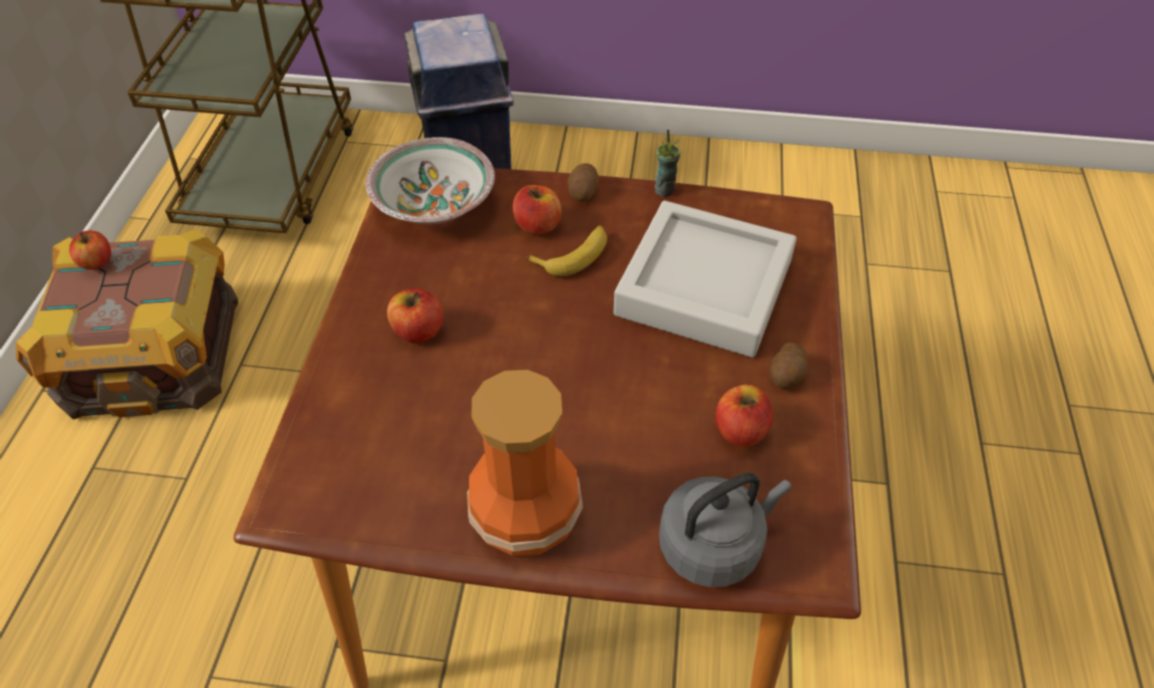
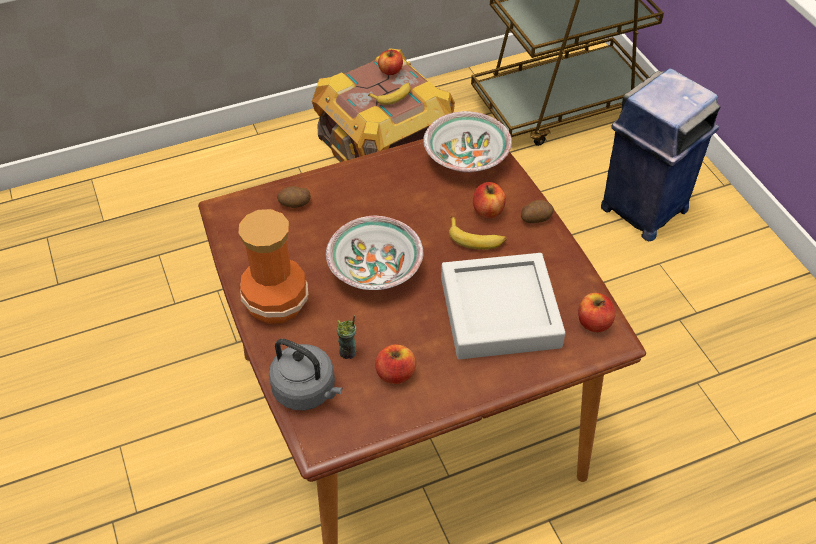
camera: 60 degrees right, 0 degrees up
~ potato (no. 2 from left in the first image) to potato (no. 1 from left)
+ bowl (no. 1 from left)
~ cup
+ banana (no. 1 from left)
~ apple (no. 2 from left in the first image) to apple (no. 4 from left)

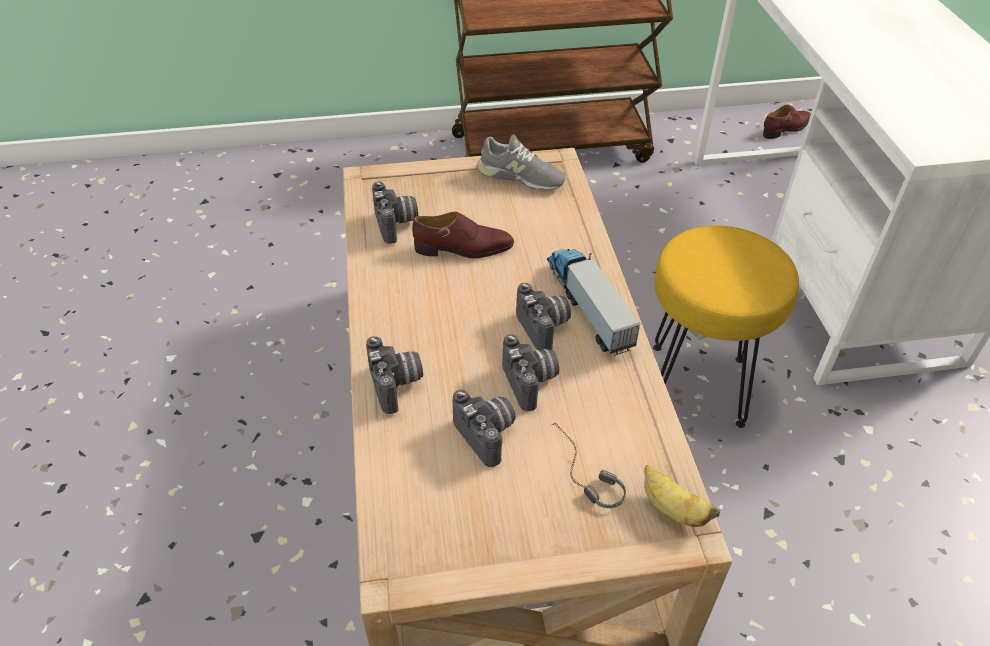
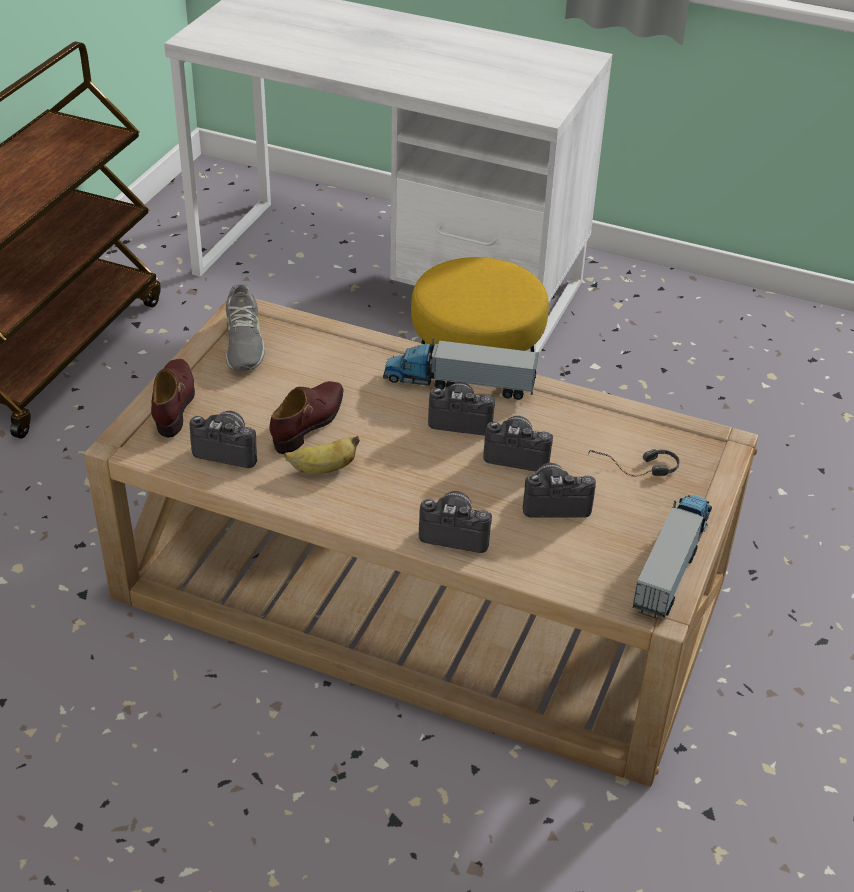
camera: 60 degrees left, 5 degrees down
~ brown shoe (no. 2 from left in the first image) to brown shoe (no. 1 from left)
~ grey shoe 120 degrees clockwise
~ banana
+ toy truck (no. 2 from left)

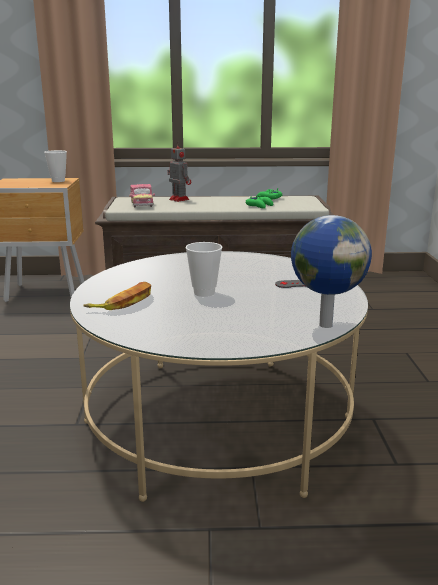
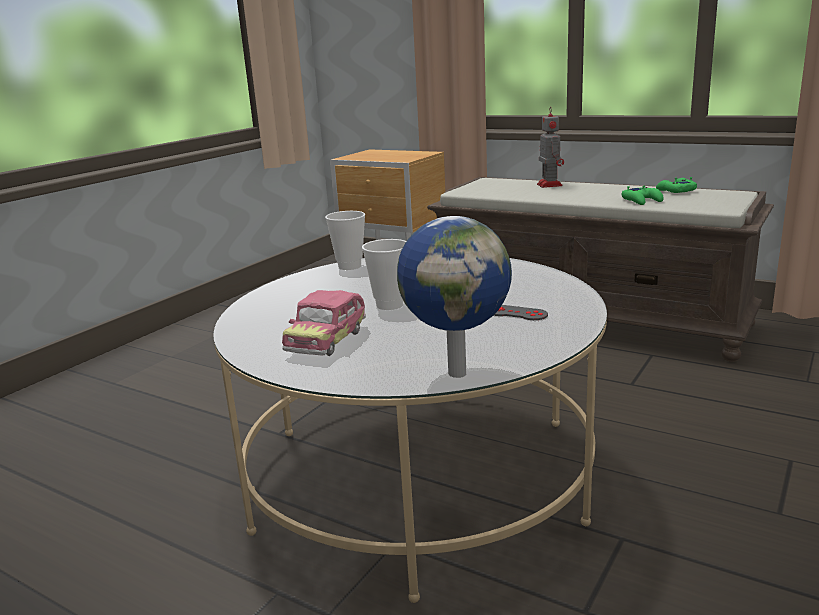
camera: 35 degrees right, 0 degrees up
~ toy car
~ cup (no. 1 from left)
- banana

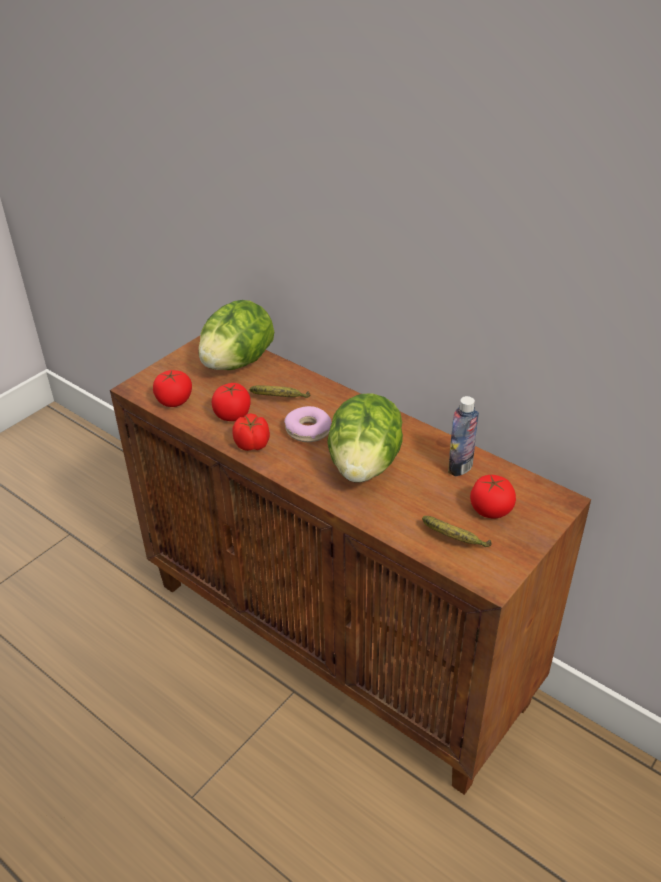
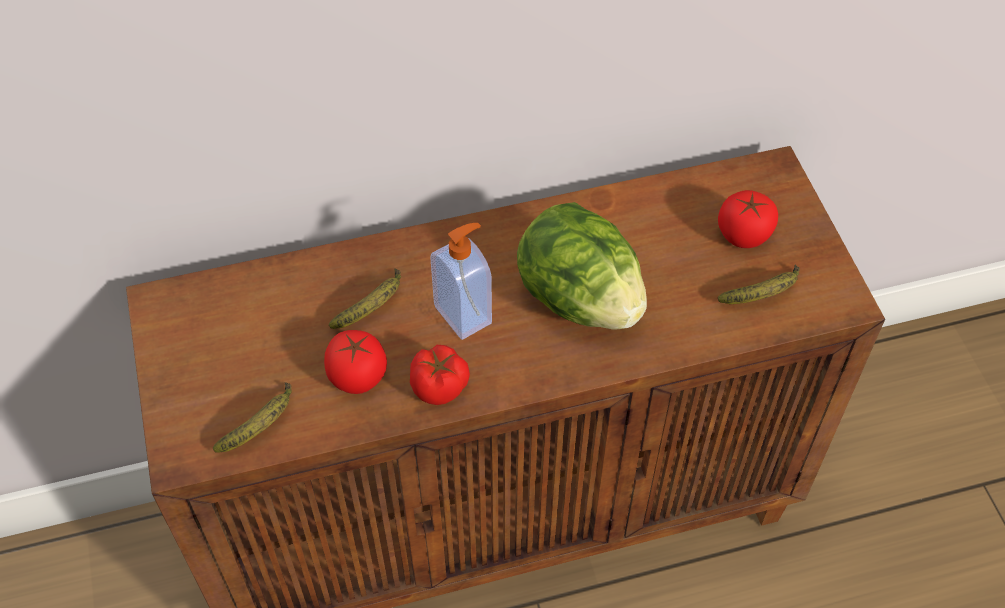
camera: 55 degrees left, 15 degrees up
~ tomato (no. 1 from left) to banana (no. 1 from left)
~ donut to soap dispenser
- lettuce (no. 1 from left)
- bottle

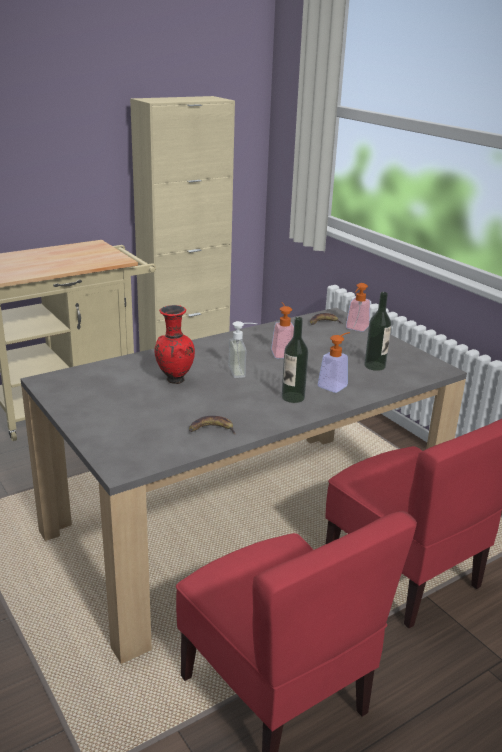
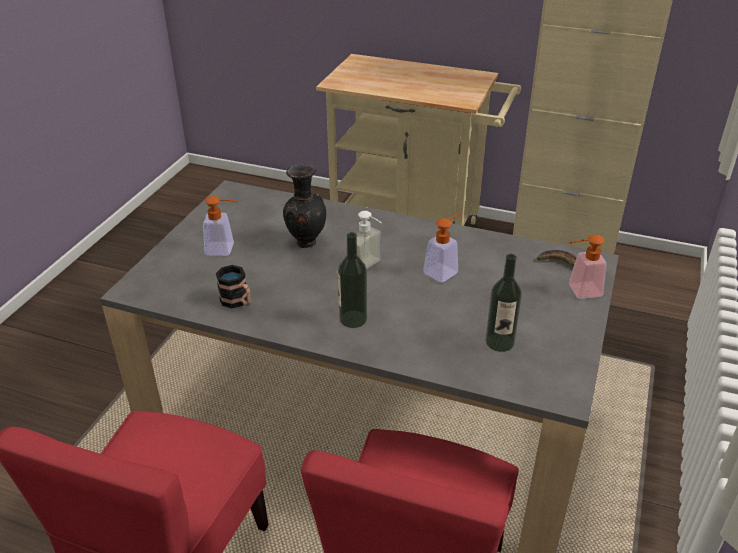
camera: 55 degrees right, 10 degrees up
~ soap dispenser (no. 3 from left in the first image) to soap dispenser (no. 1 from left)
~ banana (no. 1 from left) to mug
~ red vase to black vase

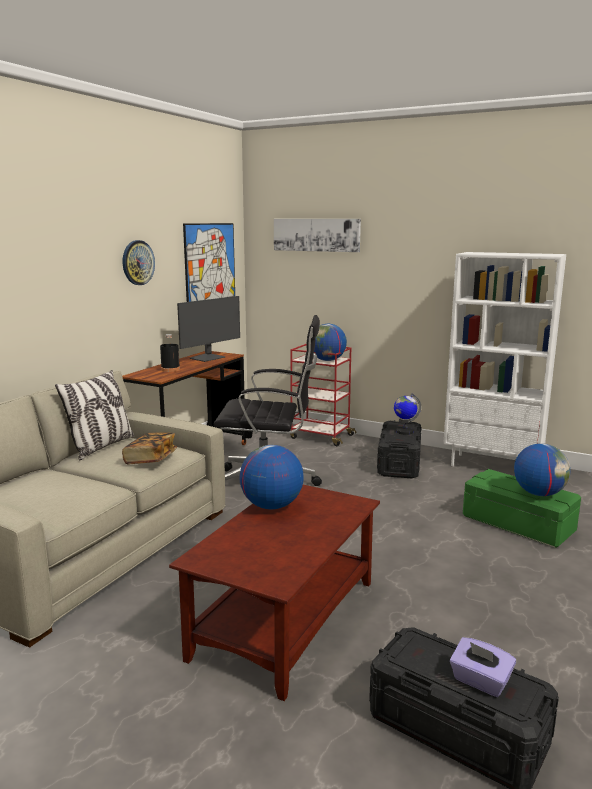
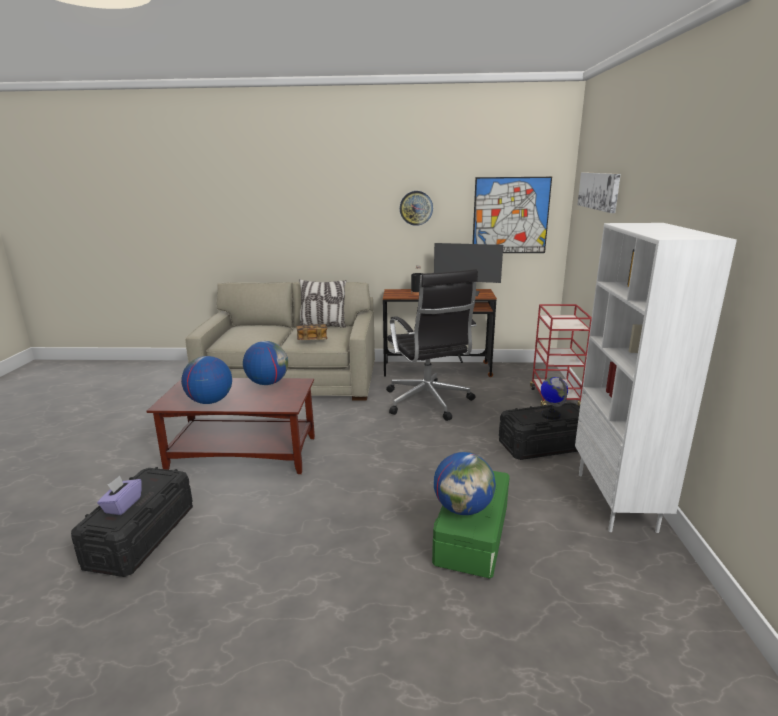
camera: 65 degrees right, 5 degrees up
~ globe (no. 2 from left in the first image) to globe (no. 1 from left)

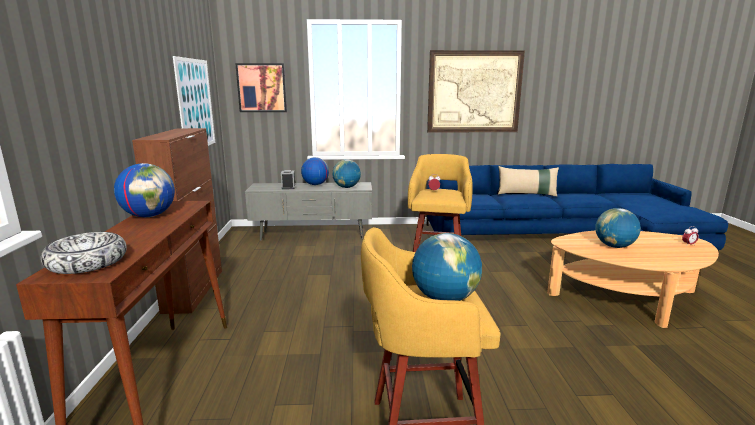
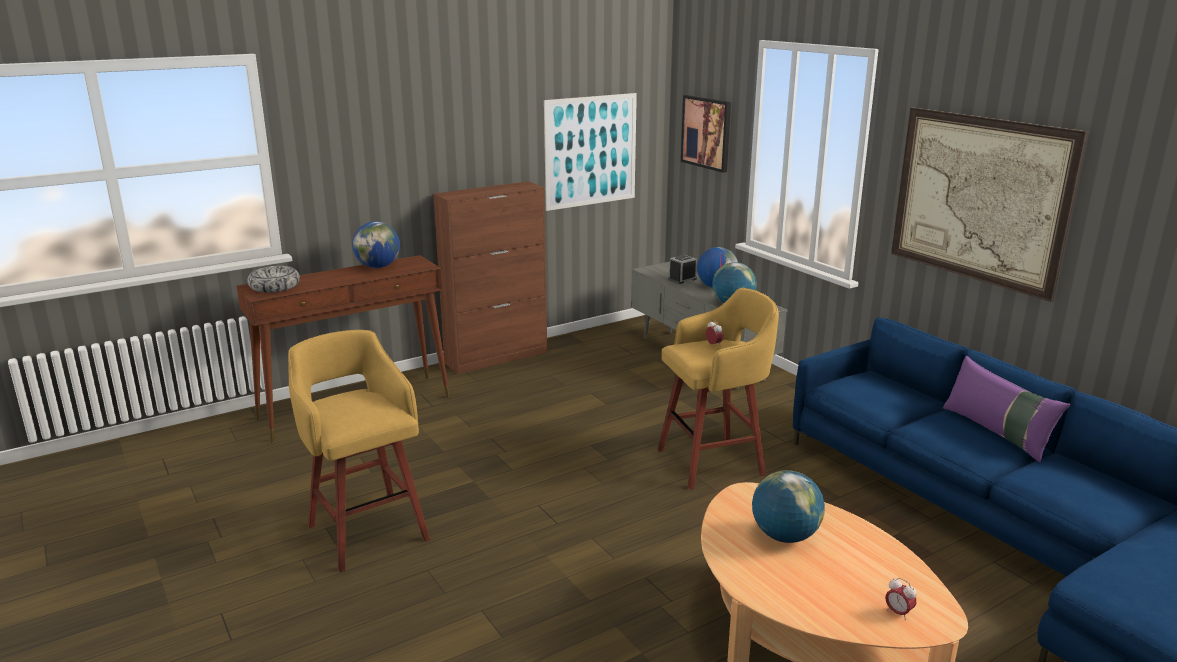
camera: 60 degrees right, 5 degrees up
~ beige pillow to purple pillow
- globe (no. 4 from left)

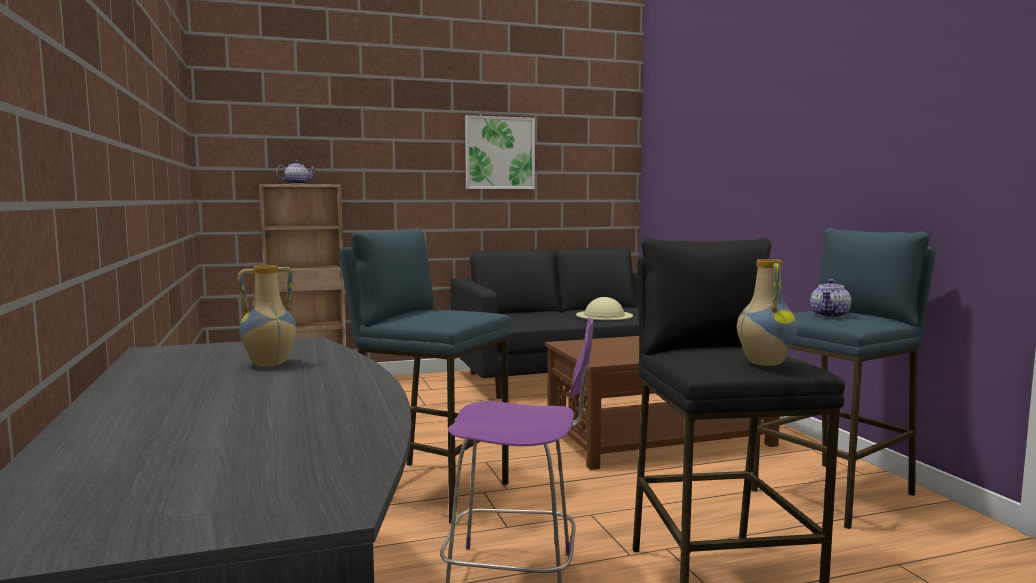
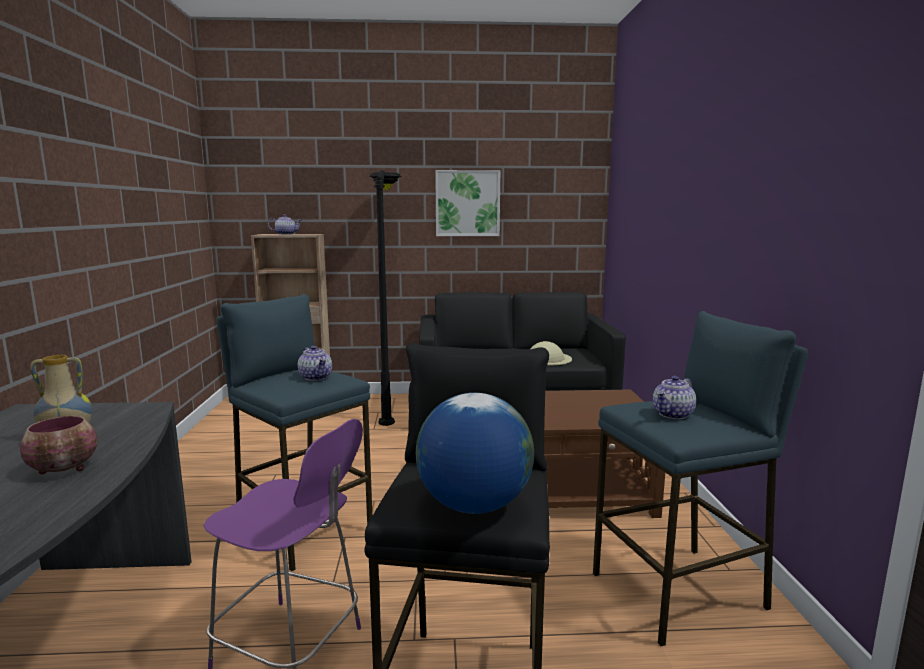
camera: 15 degrees right, 5 degrees up
+ bowl
+ teapot (no. 2 from left)
+ black floor lamp
~ vase (no. 2 from left) to globe

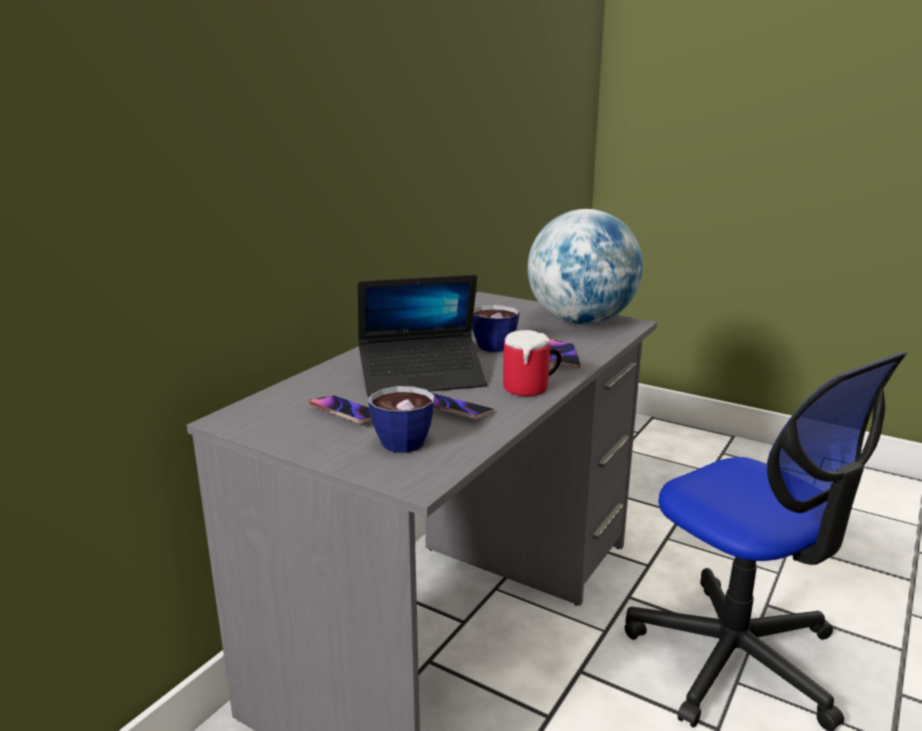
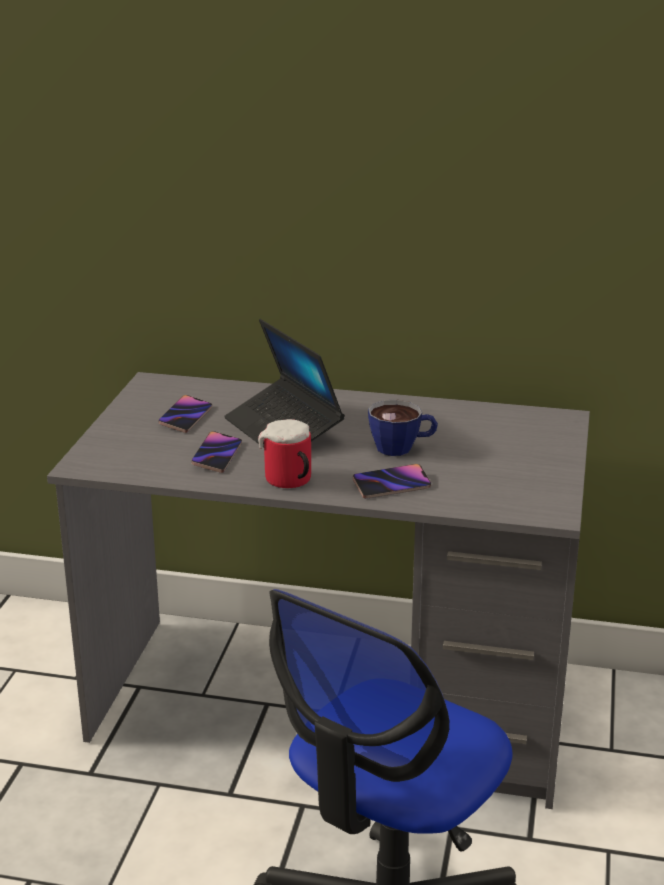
camera: 70 degrees right, 5 degrees up
- cup (no. 1 from left)
- globe

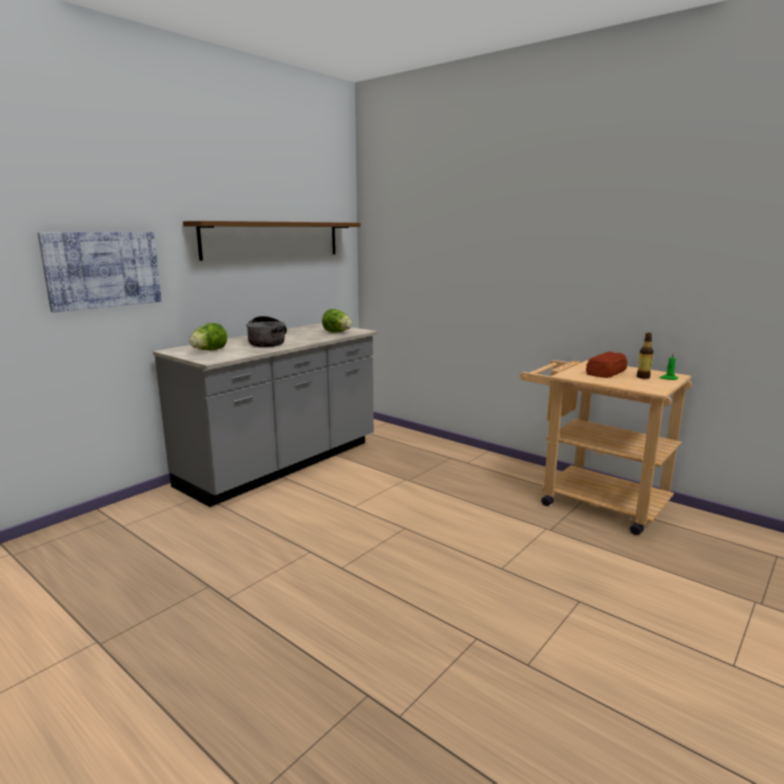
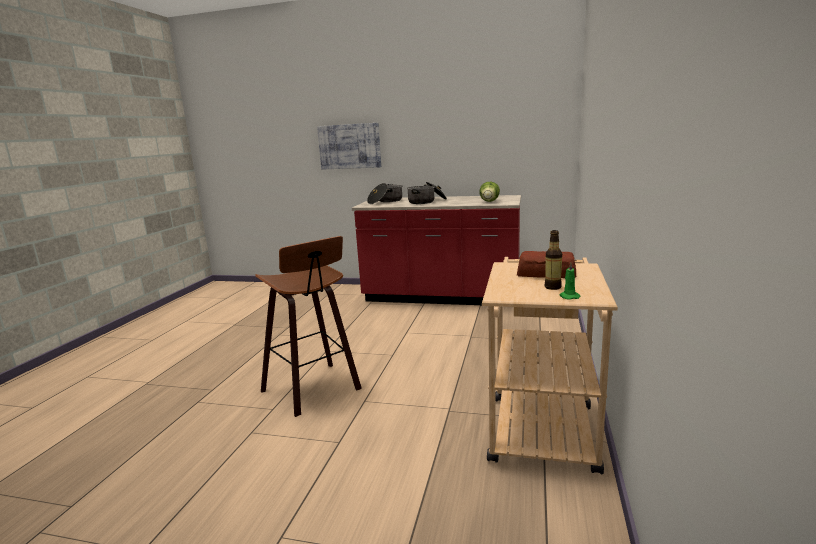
camera: 65 degrees right, 0 degrees up
+ stool
~ grey counter to red counter
~ lettuce (no. 1 from left) to cooking pot (no. 1 from left)
- brown shelf

